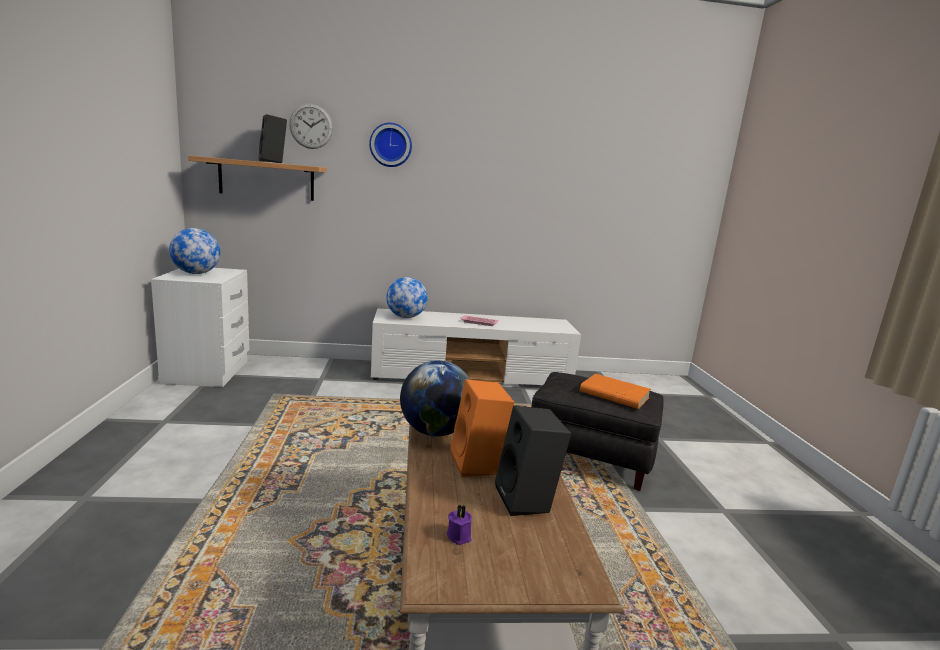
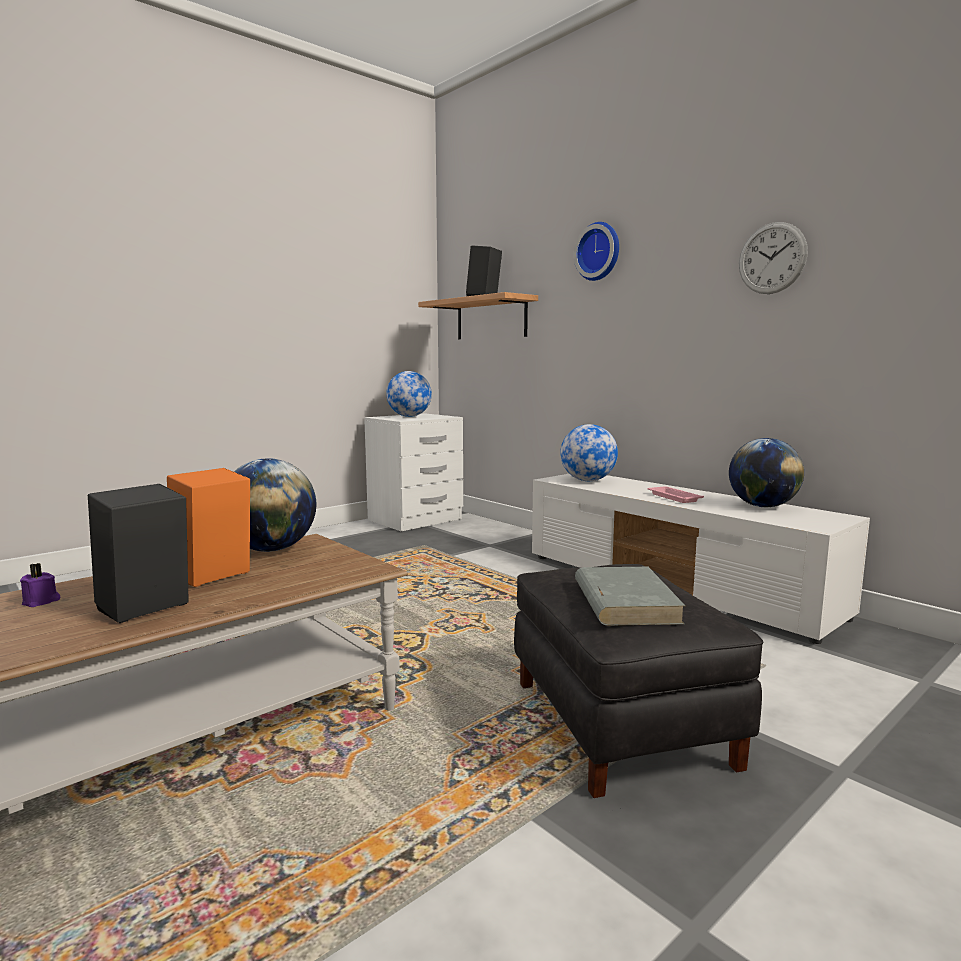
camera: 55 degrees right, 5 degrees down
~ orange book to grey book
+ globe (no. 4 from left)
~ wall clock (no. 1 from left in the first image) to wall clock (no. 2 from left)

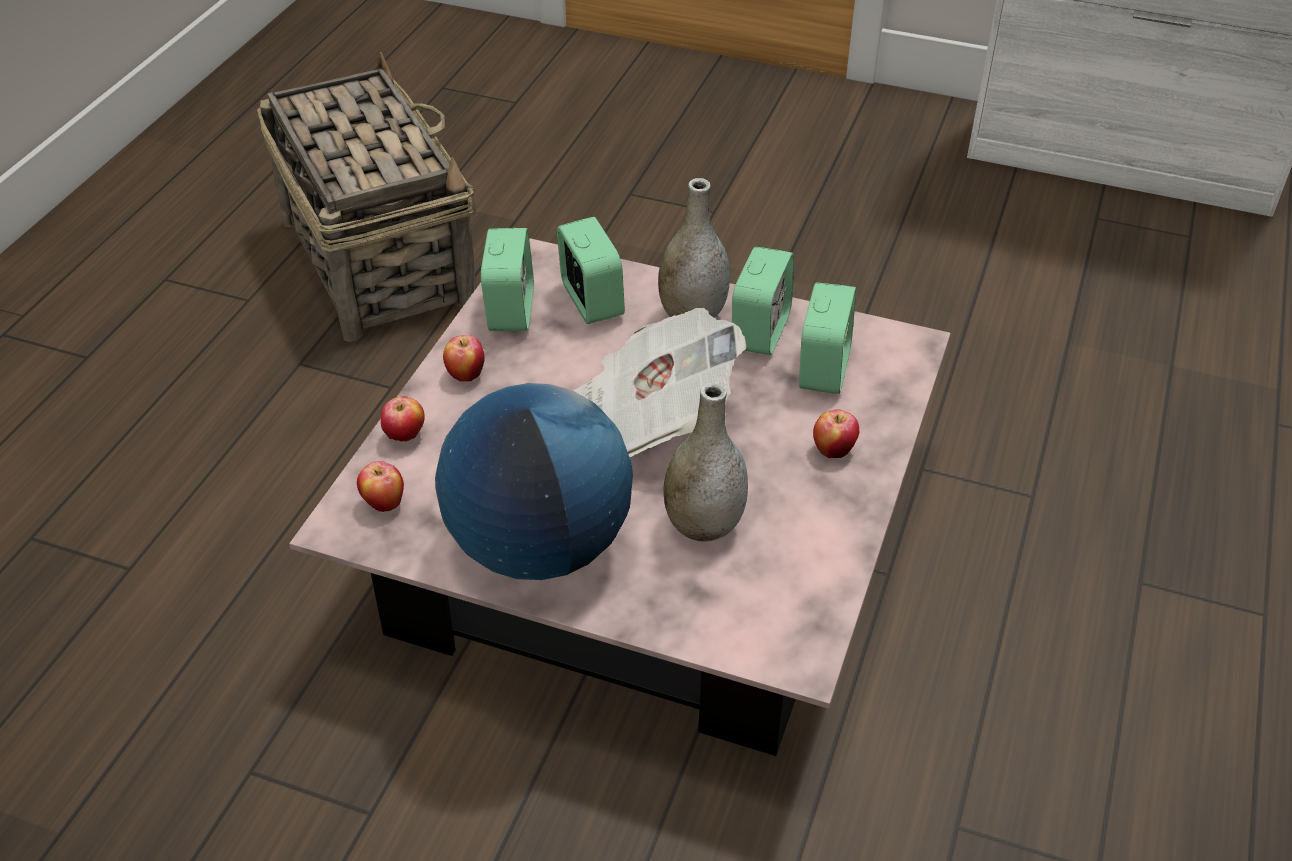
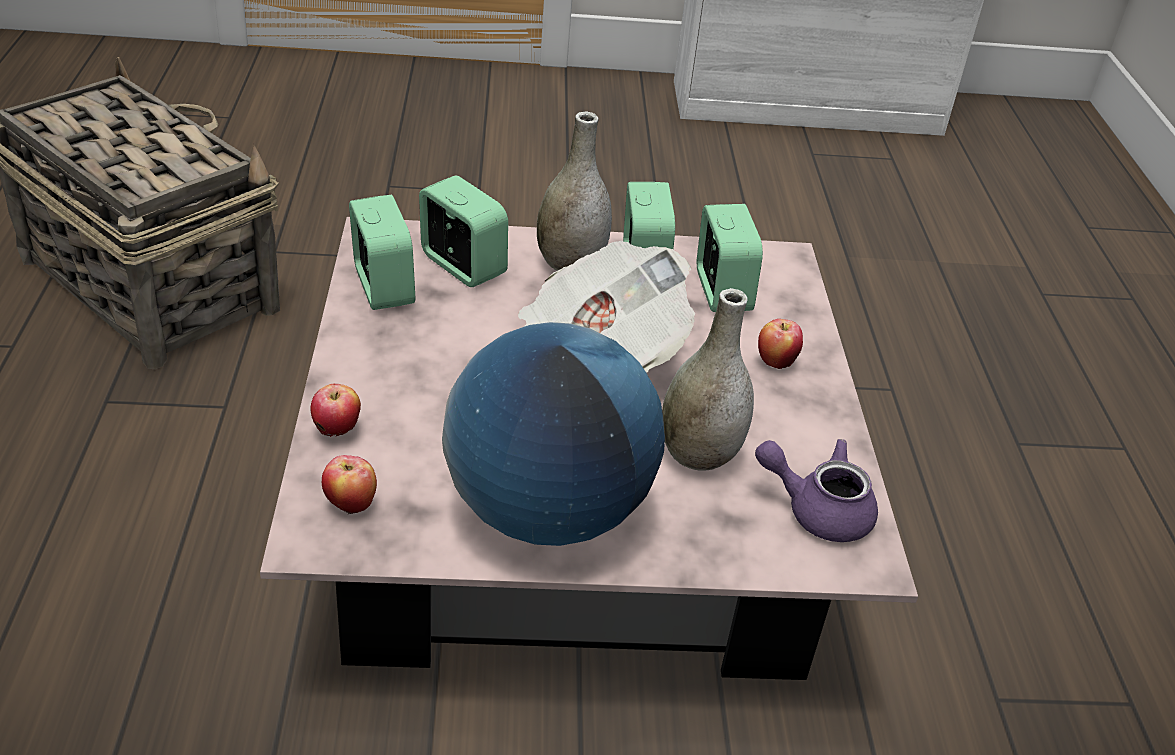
camera: 25 degrees left, 5 degrees down
+ purple teapot
- apple (no. 3 from left)

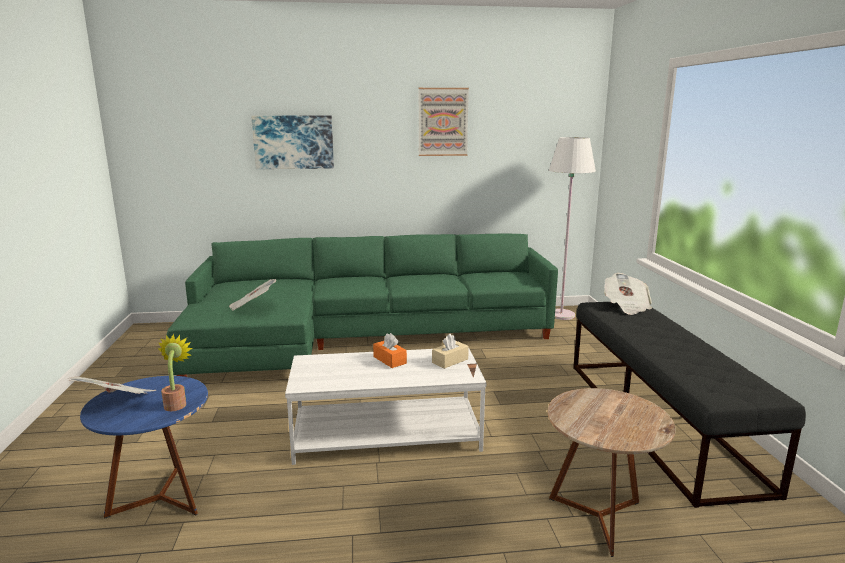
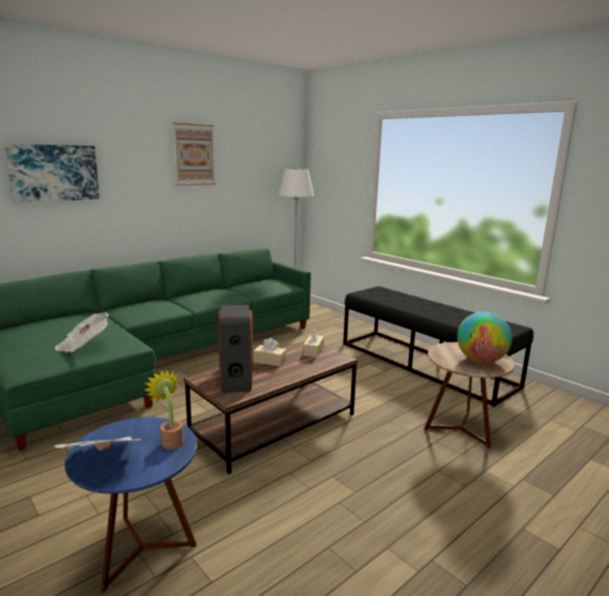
camera: 35 degrees left, 0 degrees up
~ white coffee table to brown coffee table
+ speaker
~ orange tissue box to beige tissue box (no. 1 from left)
+ globe
- newspaper (no. 3 from left)

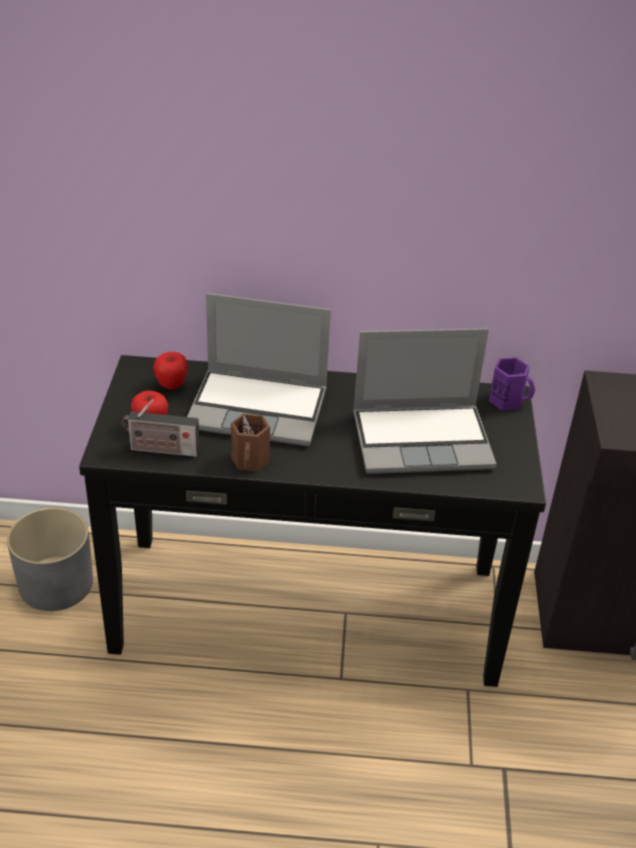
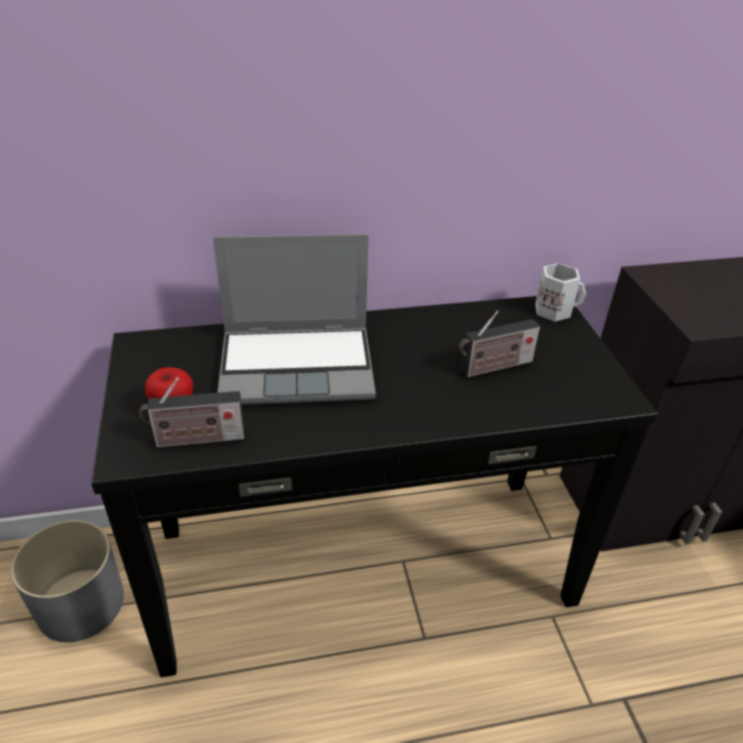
camera: 15 degrees left, 0 degrees up
~ laptop (no. 2 from left) to radio (no. 2 from left)
~ purple mug to white mug
- apple (no. 2 from left)
- brown mug

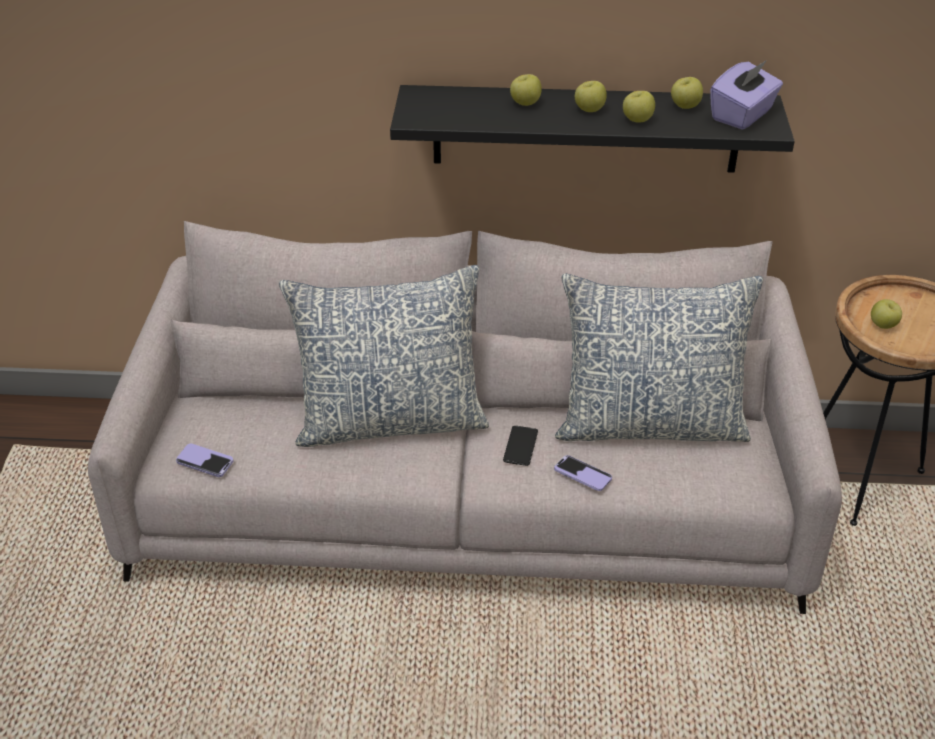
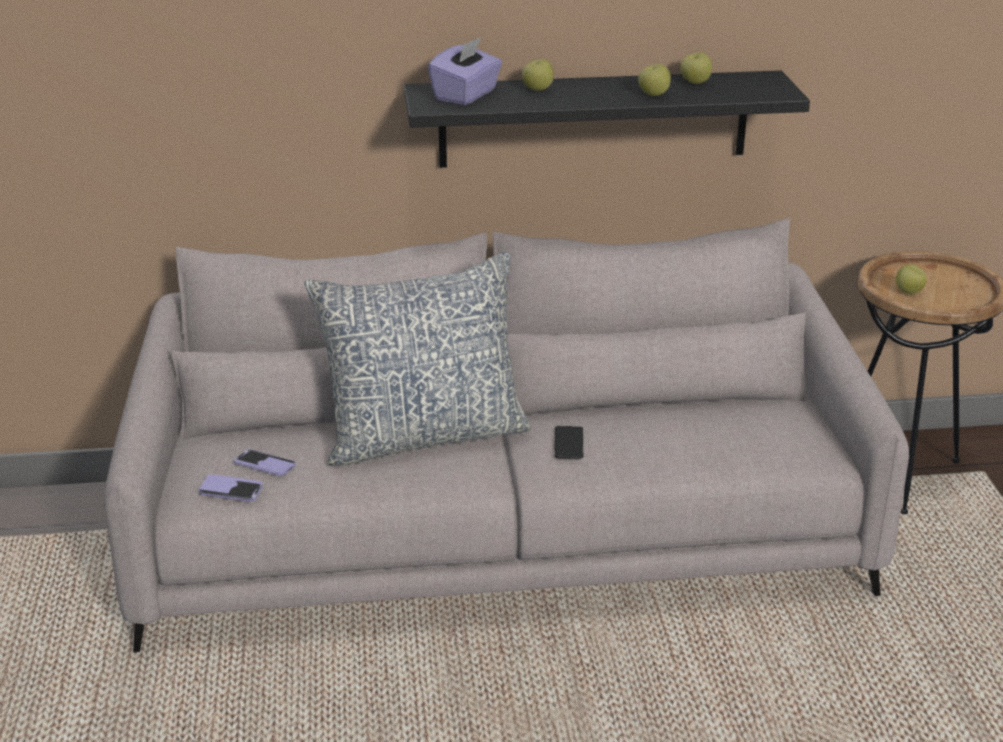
camera: 10 degrees left, 10 degrees down
~ phone (no. 3 from left in the first image) to phone (no. 2 from left)
~ purple tissue box
- pillow (no. 2 from left)
- apple (no. 2 from left)

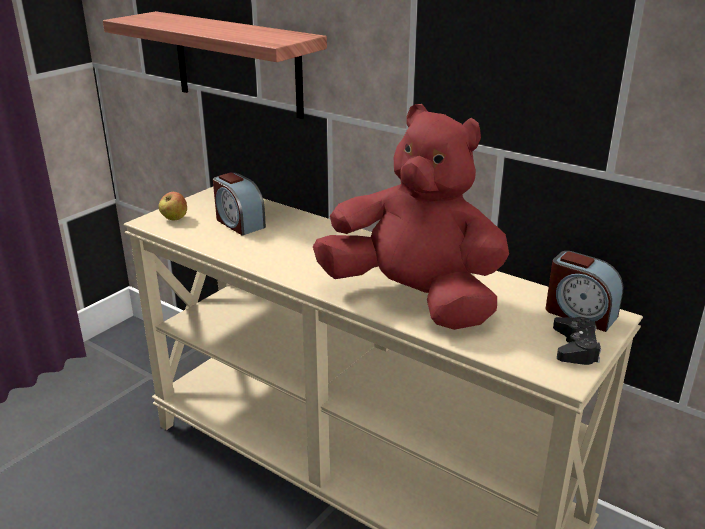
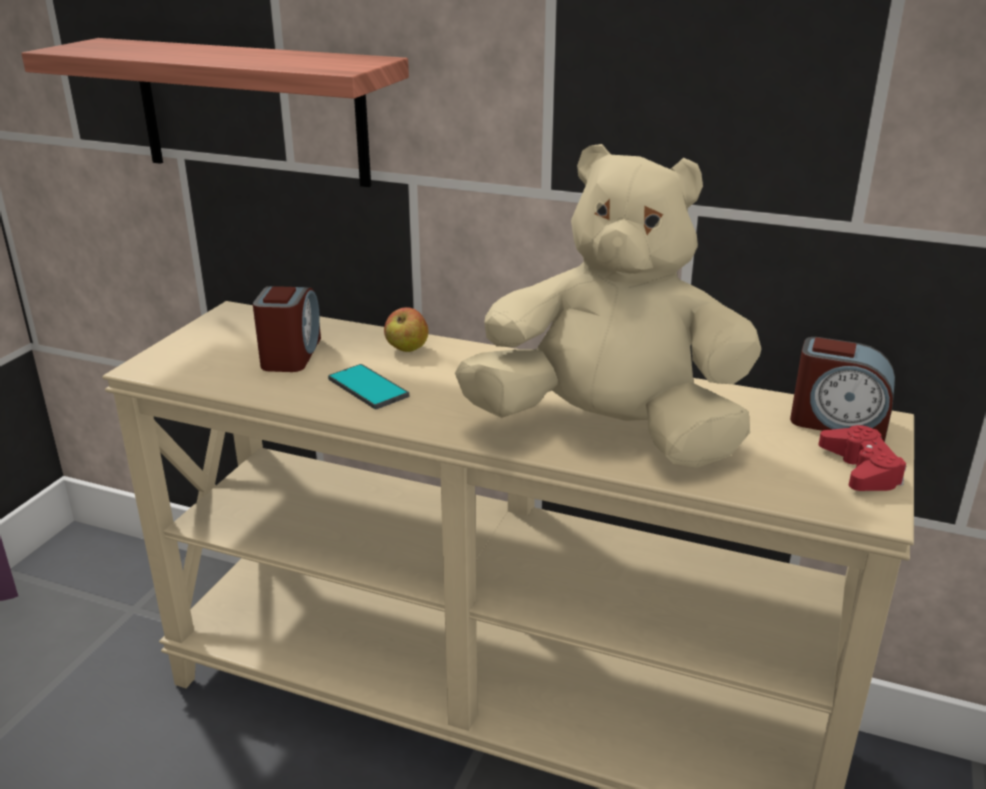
camera: 15 degrees left, 0 degrees up
~ alarm clock (no. 1 from left) 120 degrees counterclockwise
+ phone
~ apple
~ red plush toy to beige plush toy
~ black game controller to red game controller

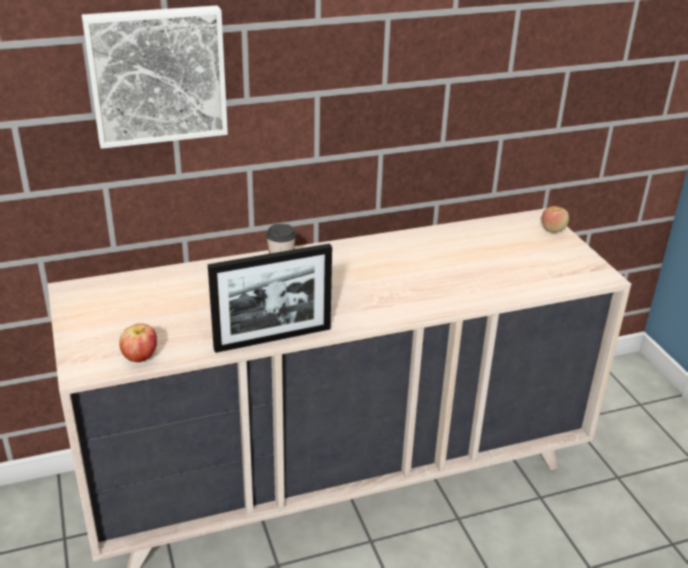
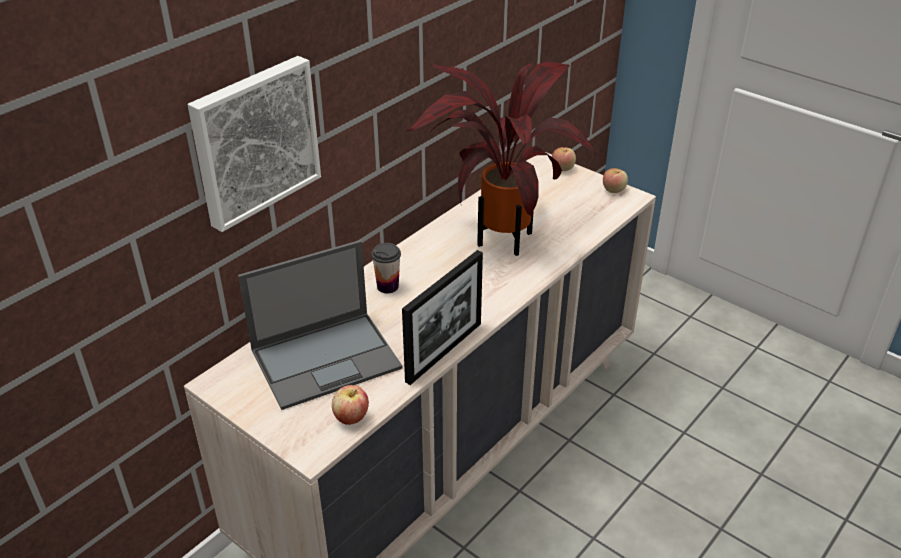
camera: 30 degrees left, 5 degrees up
+ laptop
+ potted plant
+ apple (no. 3 from left)

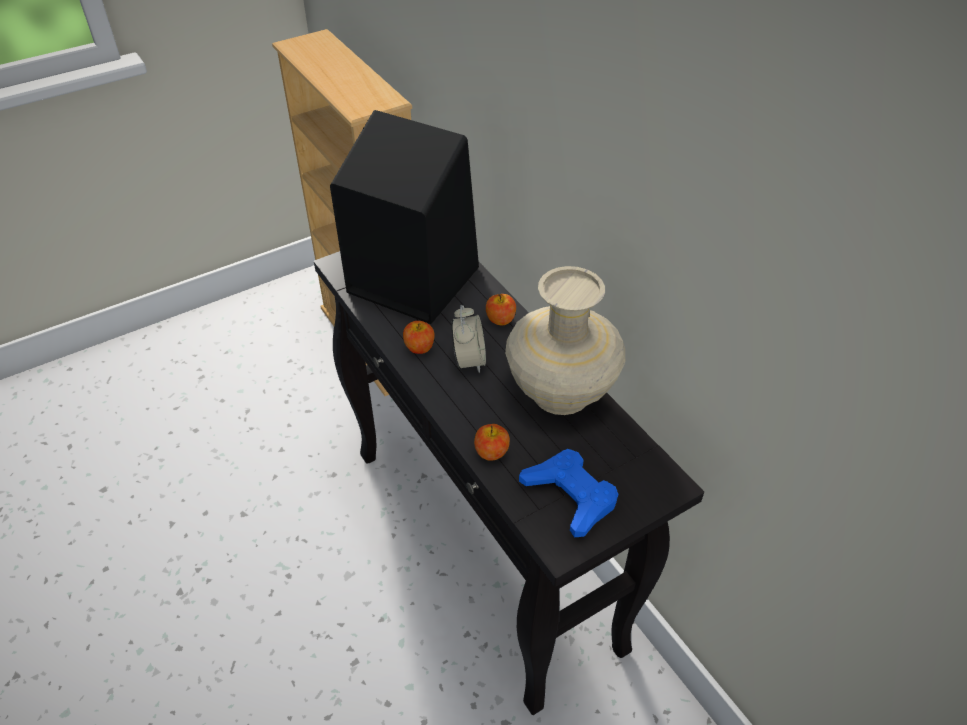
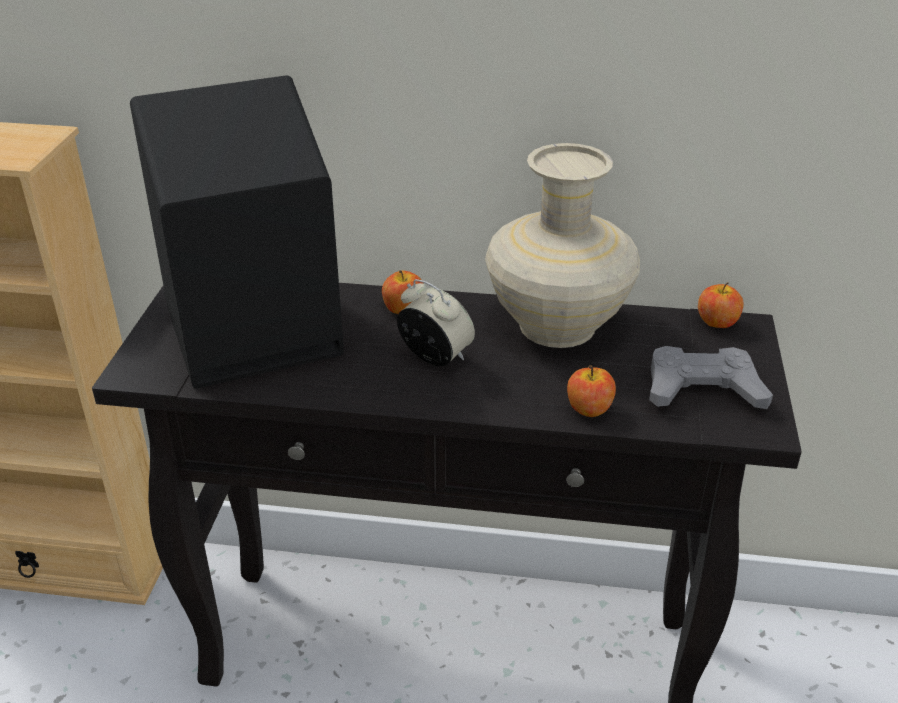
camera: 50 degrees left, 10 degrees down
~ blue game controller to grey game controller
~ apple (no. 1 from left in the first image) to apple (no. 3 from left)

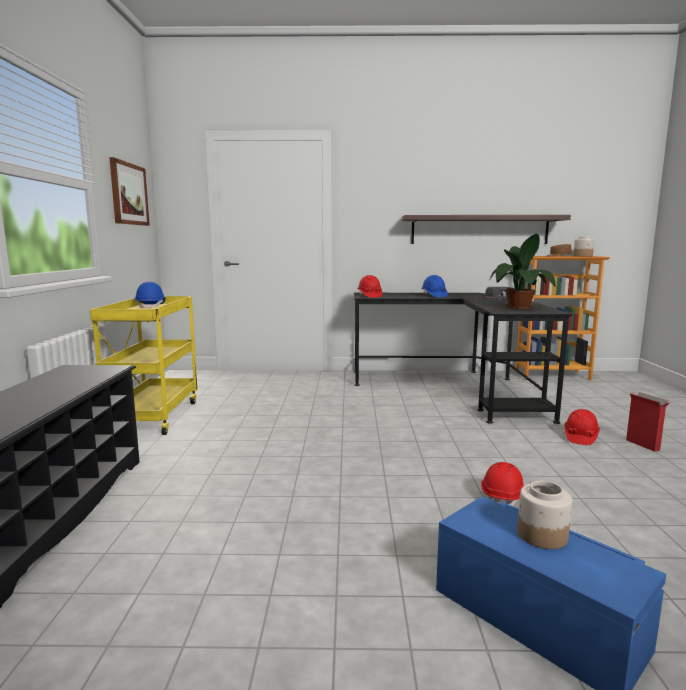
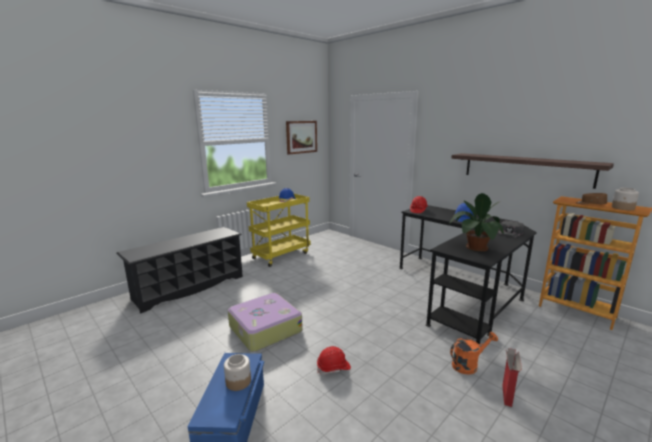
camera: 45 degrees right, 5 degrees up
+ suitcase
~ red hard hat (no. 3 from left) to orange watering can

